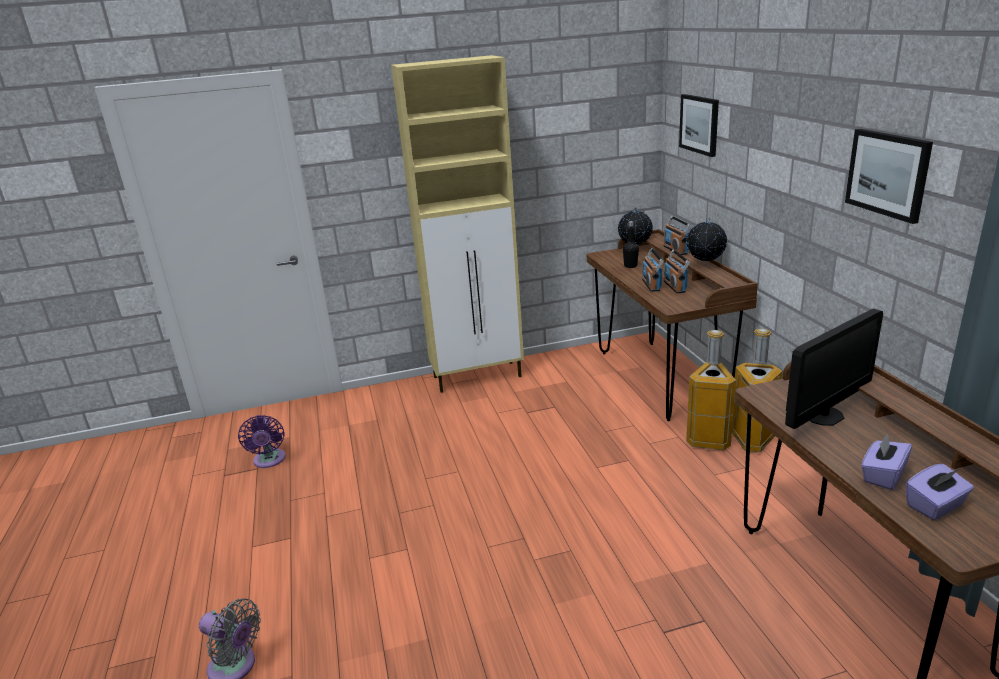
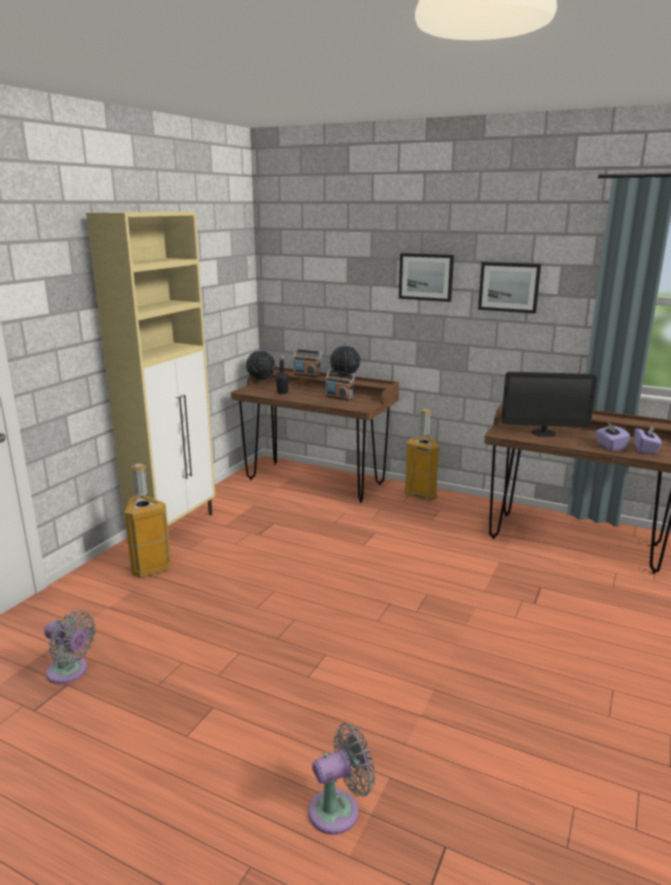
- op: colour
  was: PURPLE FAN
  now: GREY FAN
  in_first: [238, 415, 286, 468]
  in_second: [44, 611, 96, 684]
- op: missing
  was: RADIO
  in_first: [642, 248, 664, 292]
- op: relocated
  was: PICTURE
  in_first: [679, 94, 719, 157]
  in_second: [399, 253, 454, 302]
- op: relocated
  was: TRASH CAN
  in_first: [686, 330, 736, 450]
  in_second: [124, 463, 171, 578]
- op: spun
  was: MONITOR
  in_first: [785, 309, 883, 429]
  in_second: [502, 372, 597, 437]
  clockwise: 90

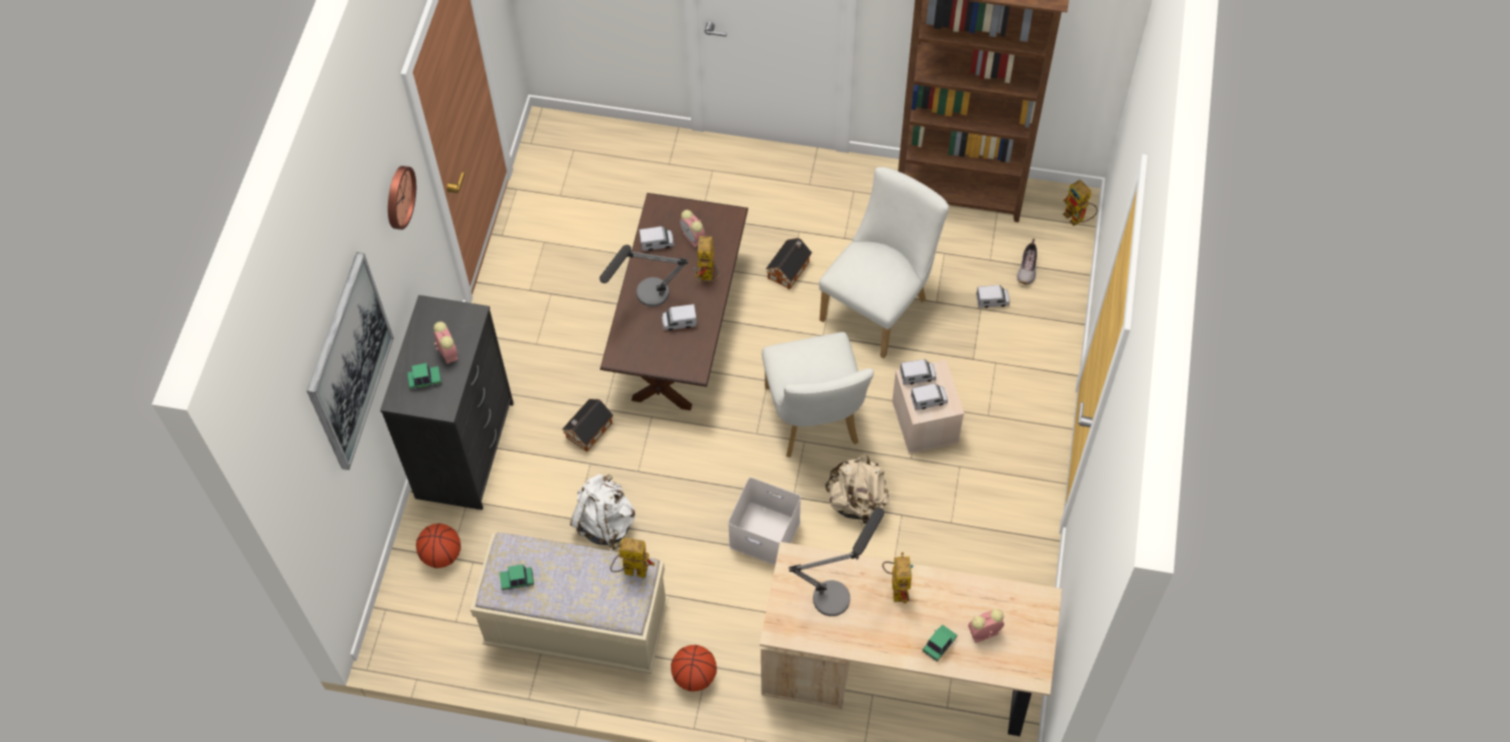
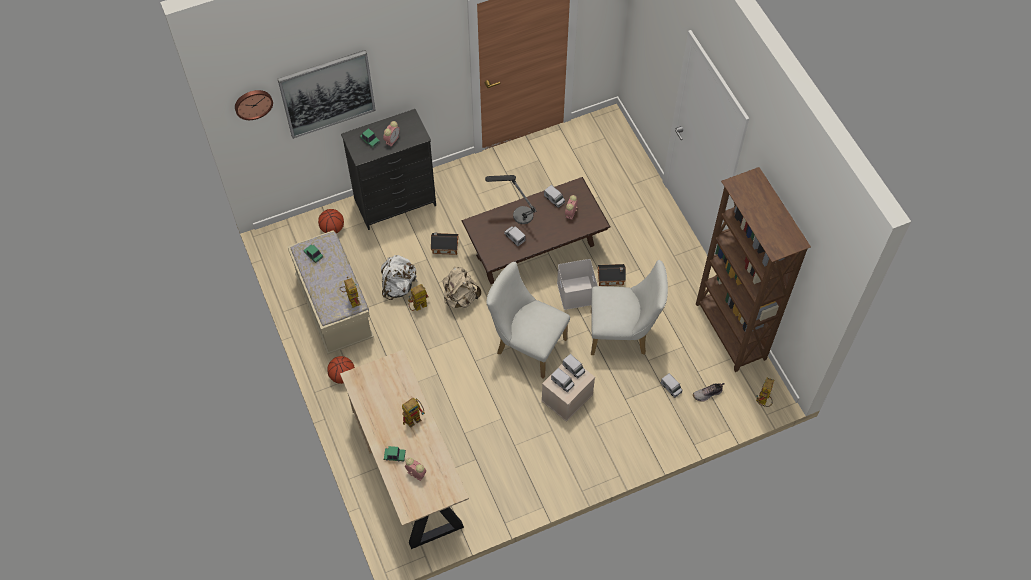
- op: relocated
  was: WALL CLOCK
  in_first: [388, 166, 416, 230]
  in_second: [235, 90, 273, 120]
- op: relocated
  was: TOY ROBOT
  in_first: [693, 236, 720, 282]
  in_second: [408, 284, 429, 311]
- op: relocated
  was: WHITE STORAGE BOX
  in_first: [728, 477, 801, 565]
  in_second: [557, 259, 598, 310]
- op: spun
  was: WHITE CHAIR
  in_first: [762, 332, 874, 458]
  in_second: [486, 262, 570, 379]
  clockwise: 75
- op: missing
  was: TABLE LAMP
  in_first: [789, 508, 884, 616]
- op: relocated
  was: BEIGE BACKPACK
  in_first: [825, 455, 889, 527]
  in_second: [443, 267, 481, 308]

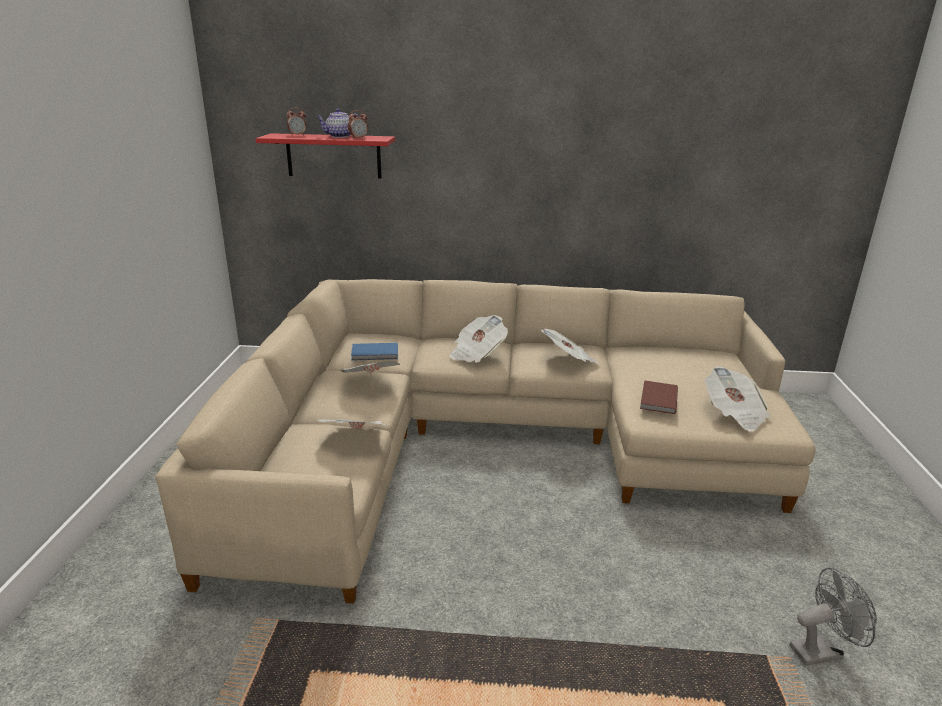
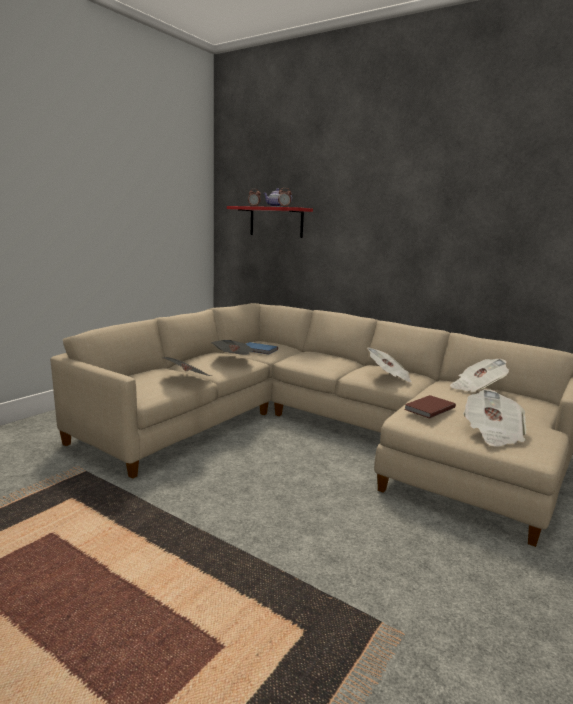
- op: relocated
  was: NEWSPAPER
  in_first: [449, 315, 508, 363]
  in_second: [450, 359, 509, 392]
- op: missing
  was: GREY FAN
  in_first: [789, 567, 877, 666]

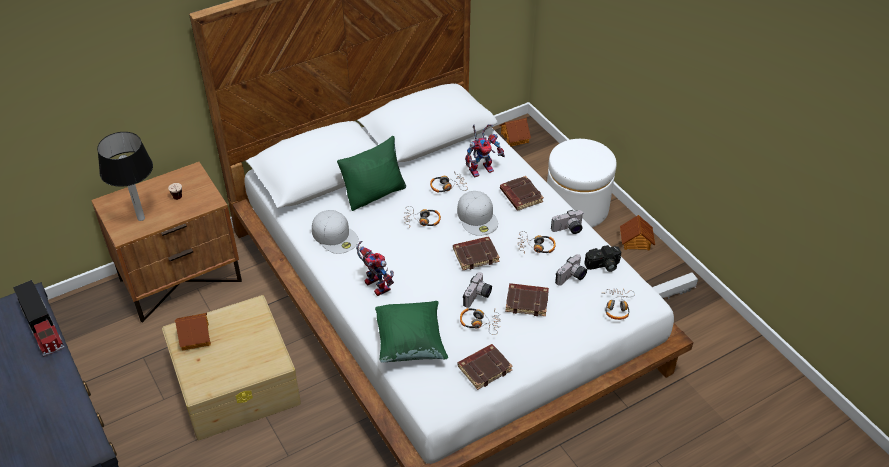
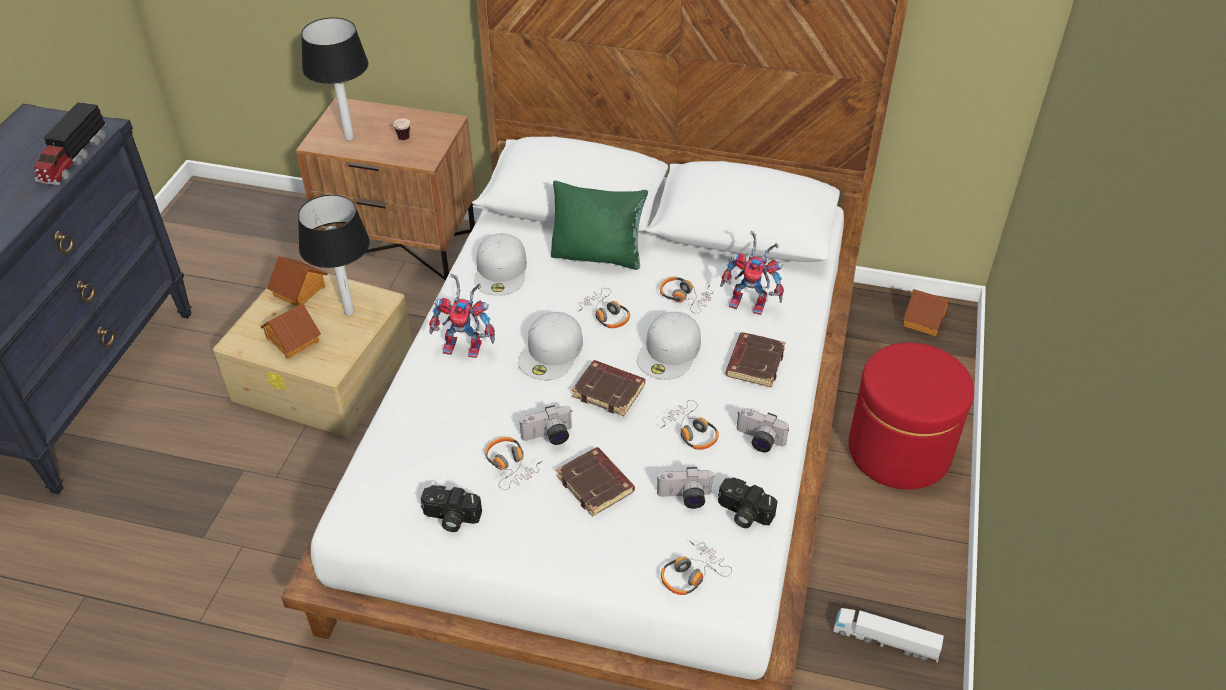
- op: spun
  was: TOY ROBOT
  in_first: [356, 241, 394, 296]
  in_second: [429, 274, 495, 358]
  clockwise: 90
- op: missing
  was: GREEN PILLOW
  in_first: [375, 301, 448, 363]
- op: exchanged
  was: BROWN BOOK
  now: PHOTO CAMERA
  in_first: [457, 344, 513, 390]
  in_second: [421, 485, 482, 532]
- op: colour
  was: WHITE OTTOMAN
  now: RED OTTOMAN
  in_first: [547, 139, 617, 228]
  in_second: [848, 342, 974, 490]
- op: relocated
  was: TOY HOUSE
  in_first: [620, 215, 655, 250]
  in_second: [261, 303, 321, 359]
- op: appeared
  now: TABLE LAMP
  in_second: [298, 195, 370, 315]
- op: appeared
  now: WHITE CAP
  in_second: [518, 312, 583, 380]

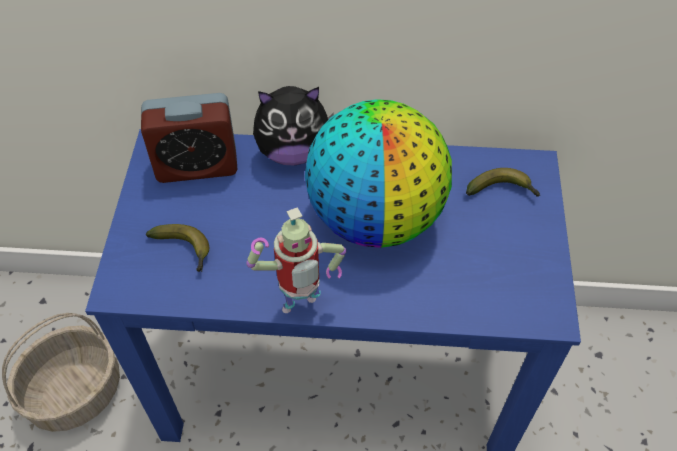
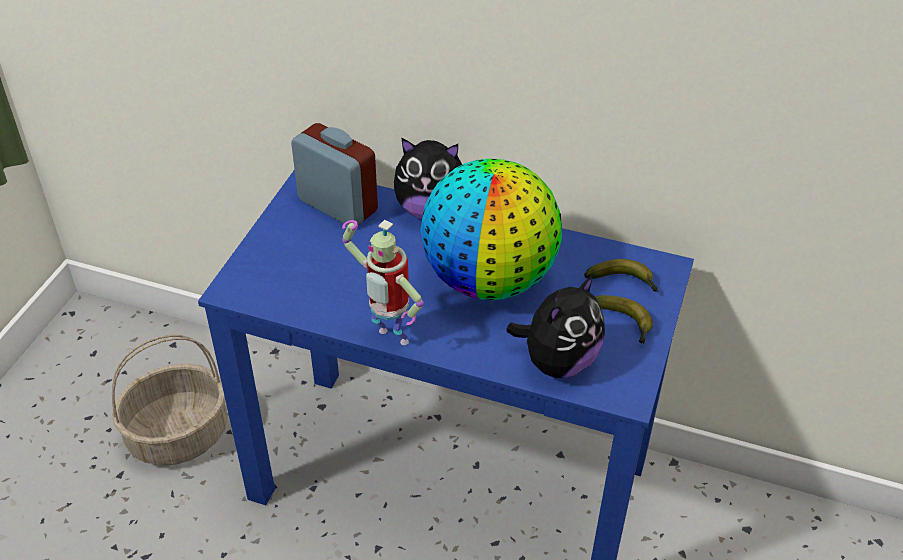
- op: spun
  was: ALARM CLOCK
  in_first: [141, 93, 238, 183]
  in_second: [291, 123, 378, 226]
  clockwise: -150
- op: relocated
  was: BANANA
  in_first: [146, 224, 209, 272]
  in_second: [595, 295, 653, 344]
- op: spun
  was: TOY ROBOT
  in_first: [246, 207, 346, 313]
  in_second: [342, 220, 424, 345]
  clockwise: 45
- op: appeared
  now: PLUSH TOY
  in_second: [506, 274, 605, 378]

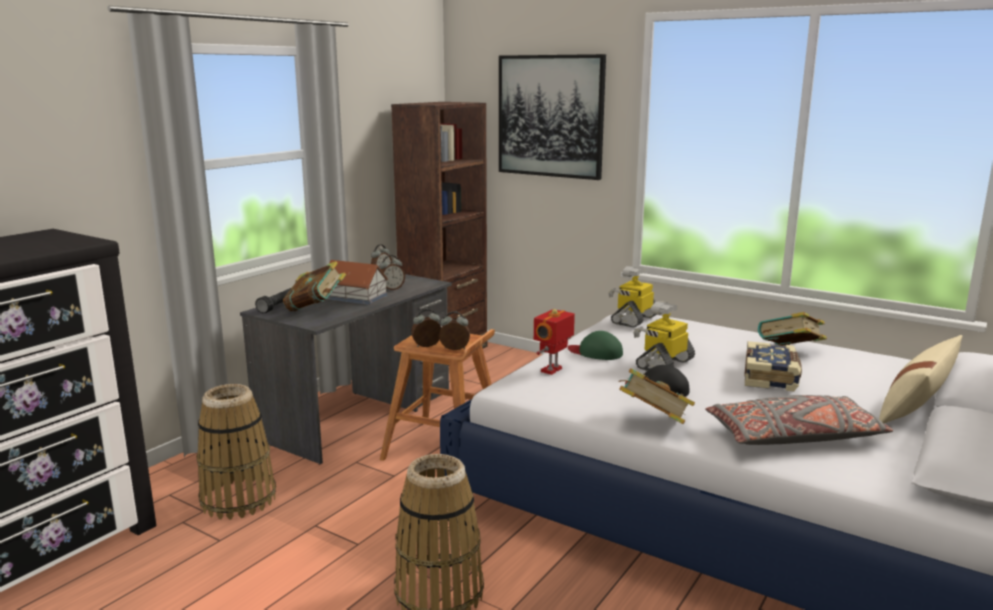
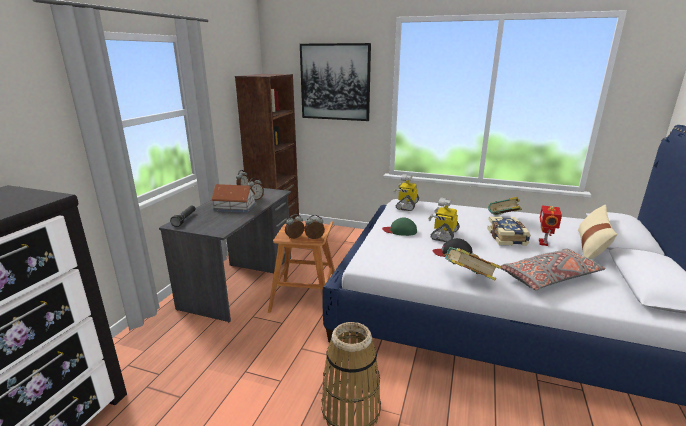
- op: missing
  was: BASKET
  in_first: [196, 384, 276, 520]
- op: missing
  was: BOOK
  in_first: [283, 261, 346, 311]
- op: relocated
  was: TOY ROBOT
  in_first: [534, 309, 575, 375]
  in_second: [539, 206, 562, 246]

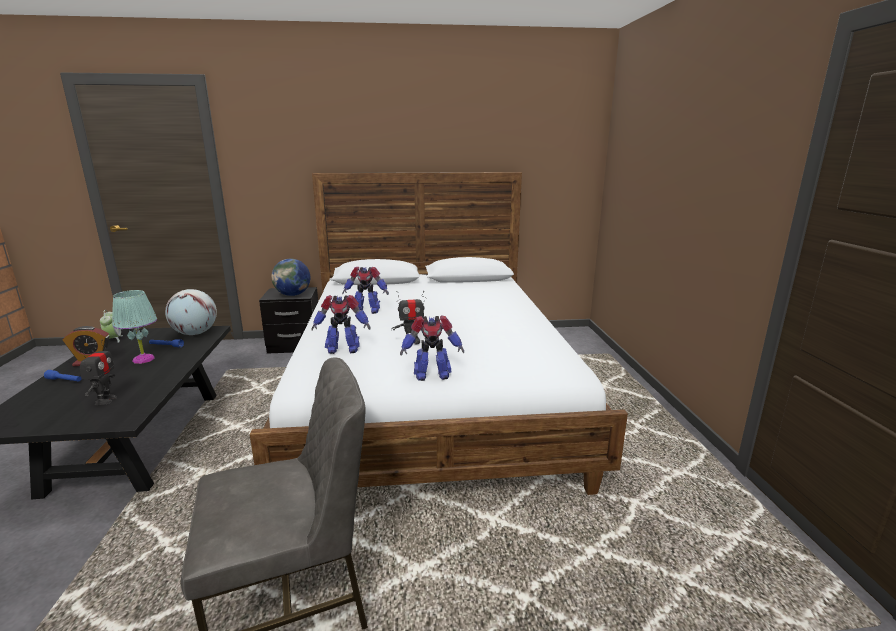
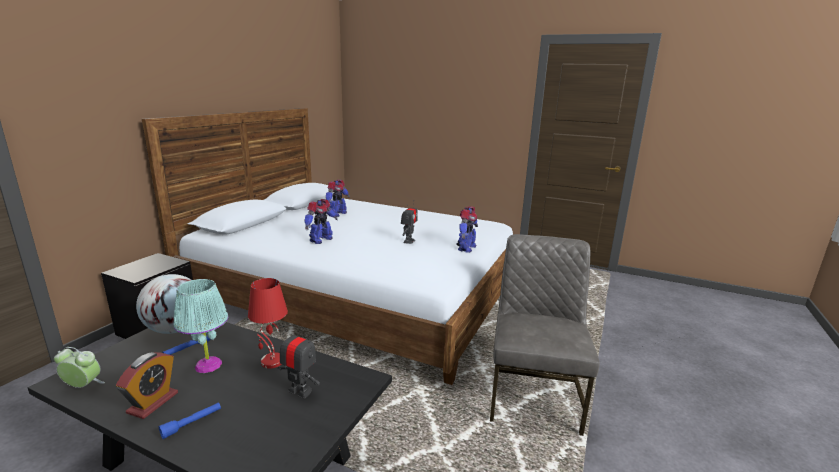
- op: missing
  was: GLOBE
  in_first: [271, 259, 311, 296]
- op: relocated
  was: TOY ROBOT
  in_first: [311, 295, 371, 354]
  in_second: [326, 180, 350, 217]
- op: appeared
  now: RED TABLE LAMP
  in_second: [248, 278, 288, 369]

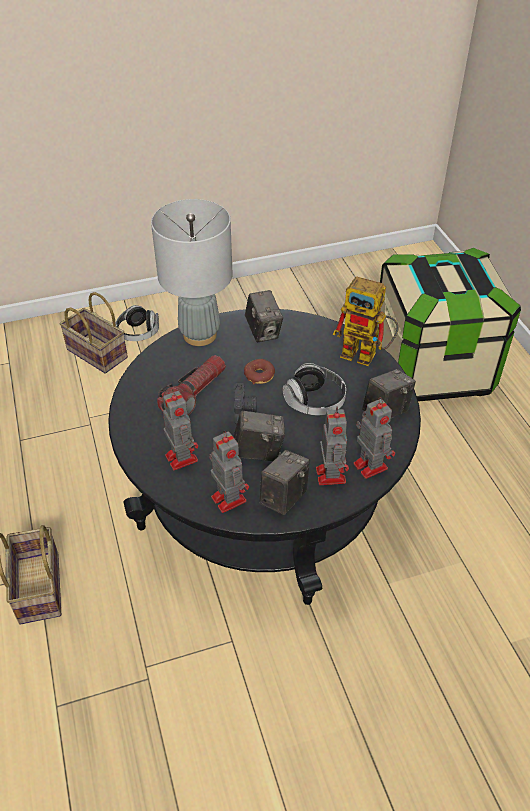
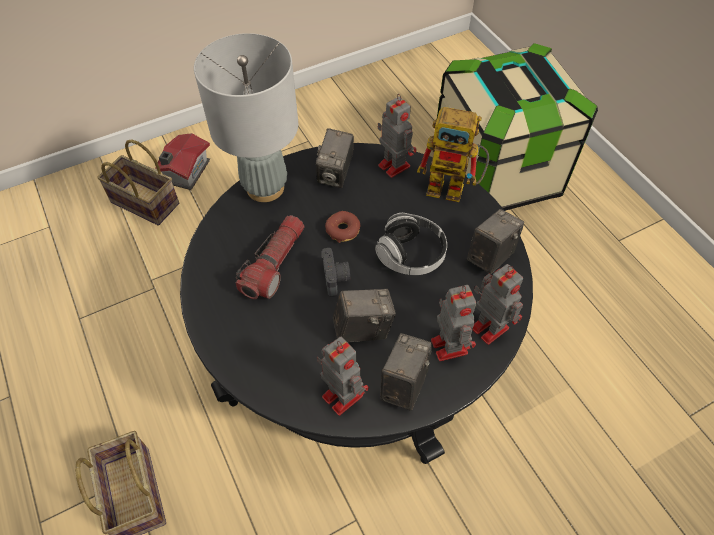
- op: exchanged
  was: HEADPHONES
  now: TOY HOUSE
  in_first: [116, 305, 159, 341]
  in_second: [155, 133, 210, 190]
- op: relocated
  was: TOY ROBOT
  in_first: [163, 389, 198, 470]
  in_second: [378, 94, 417, 178]
- op: spun
  was: PHOTO CAMERA
  in_first: [245, 290, 283, 342]
  in_second: [316, 128, 354, 188]
  clockwise: 45

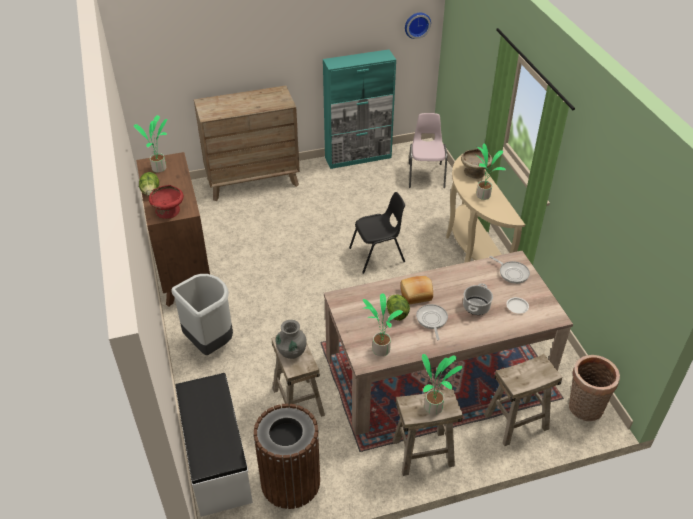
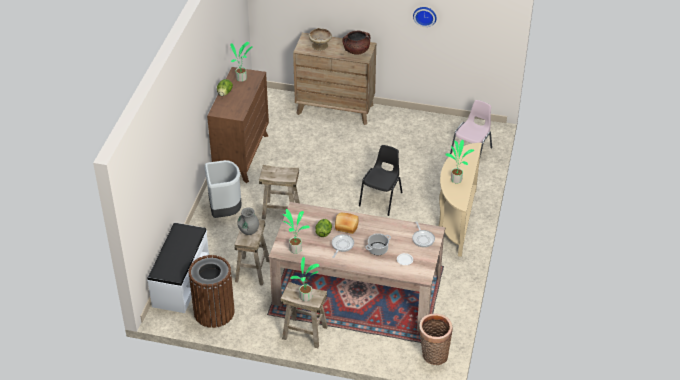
- op: missing
  was: RED BOWL
  in_first: [149, 185, 184, 219]
- op: missing
  was: TURQUOISE CABINET
  in_first: [323, 49, 396, 169]
- op: spun
  was: BLACK CHAIR
  in_first: [349, 192, 405, 274]
  in_second: [359, 145, 403, 216]
  clockwise: -75
- op: relocated
  was: WALL CLOCK
  in_first: [405, 13, 431, 39]
  in_second: [413, 7, 437, 27]
- op: relocated
  was: BEIGE BOWL
  in_first: [461, 149, 492, 179]
  in_second: [309, 28, 332, 50]
- op: relocated
  was: BEIGE STOOL
  in_first: [484, 354, 562, 446]
  in_second: [259, 165, 300, 219]
- op: appeared
  now: BROWN COOKING POT
  in_second: [342, 31, 370, 55]

